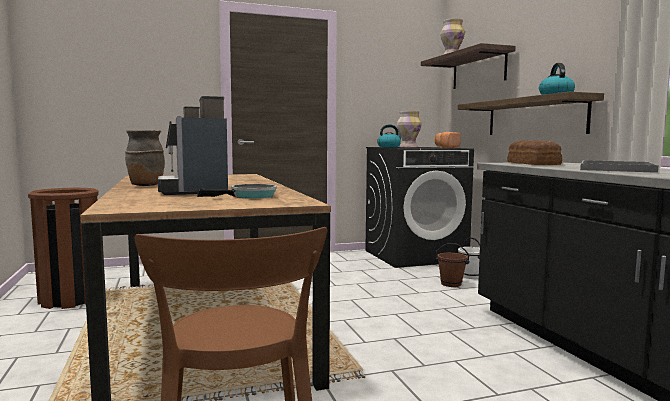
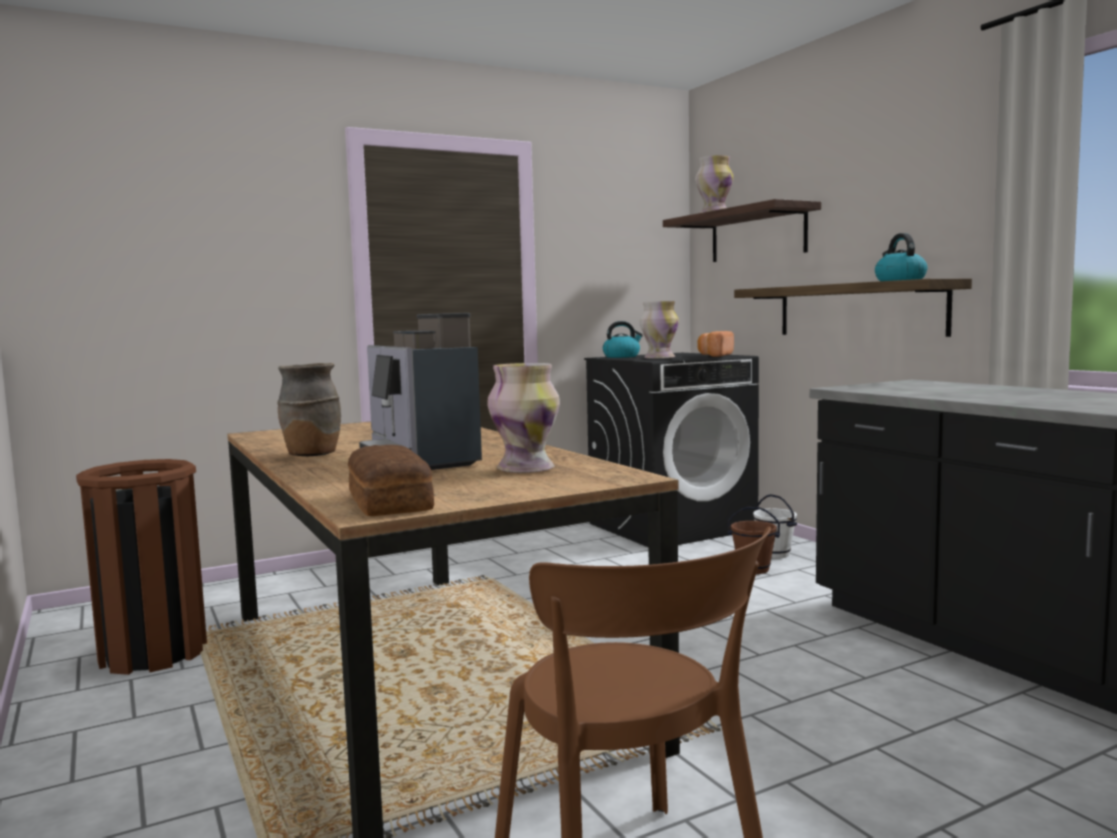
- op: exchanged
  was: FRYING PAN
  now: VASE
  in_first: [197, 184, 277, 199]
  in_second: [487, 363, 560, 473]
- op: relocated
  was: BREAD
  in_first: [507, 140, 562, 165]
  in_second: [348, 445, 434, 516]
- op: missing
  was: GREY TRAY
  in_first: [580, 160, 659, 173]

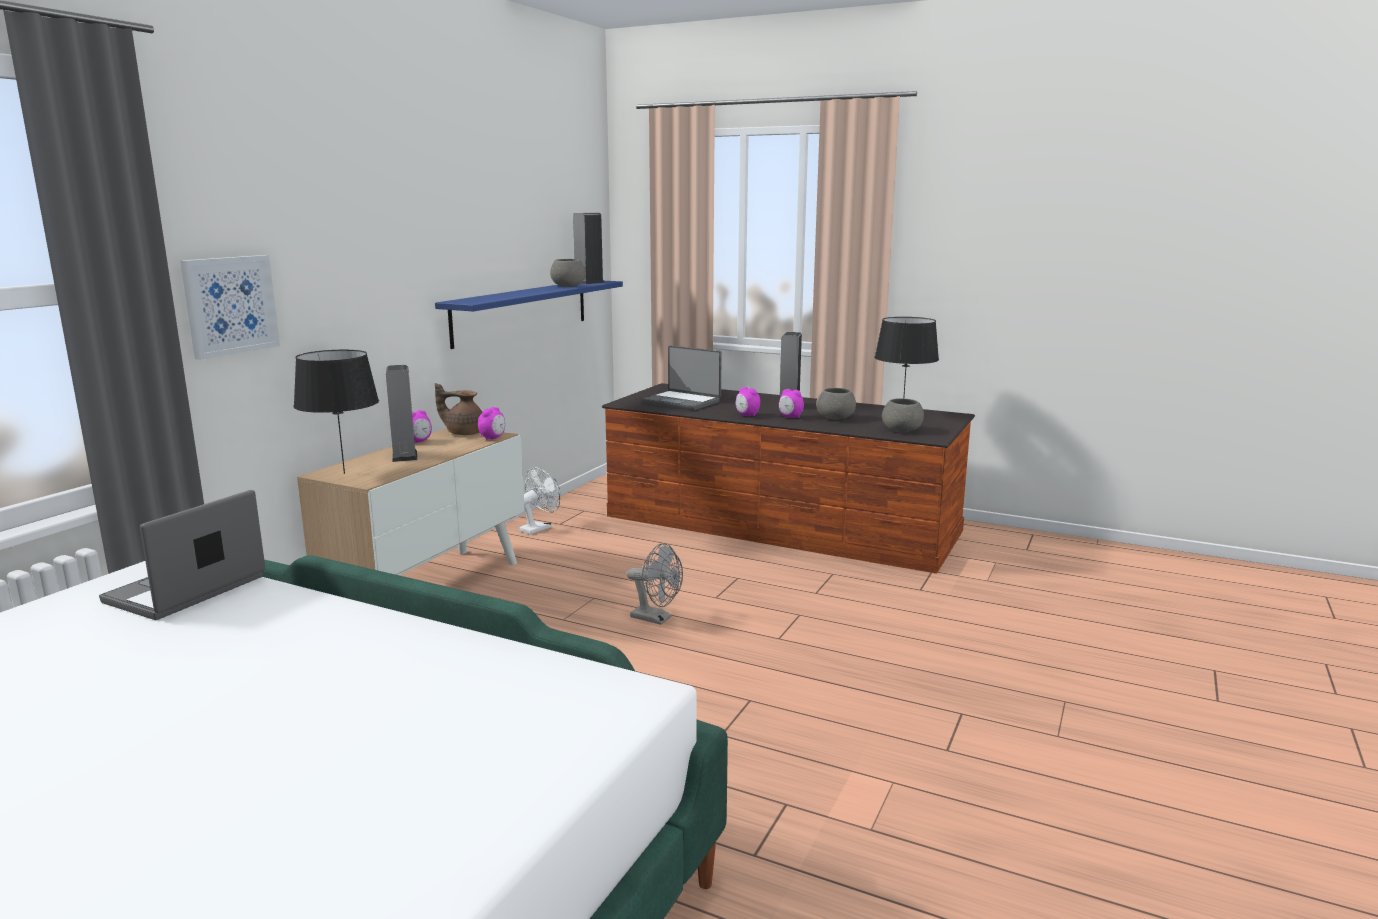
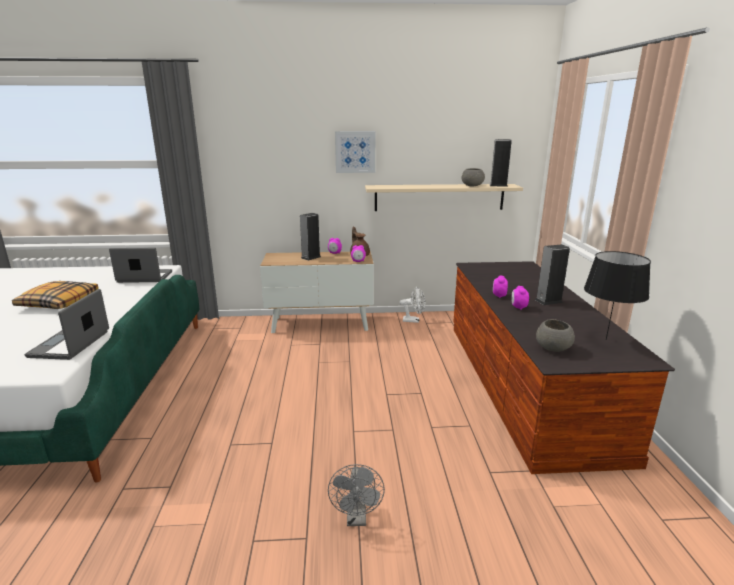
- op: relocated
  was: PICTURE
  in_first: [180, 255, 280, 360]
  in_second: [335, 131, 375, 173]
- op: missing
  was: BLACK TABLE LAMP
  in_first: [293, 350, 379, 474]
- op: colour
  was: BLUE SHELF
  now: BEIGE SHELF
  in_first: [435, 281, 623, 349]
  in_second: [365, 184, 523, 211]
- op: relocated
  was: GREY FAN
  in_first: [627, 543, 683, 625]
  in_second: [328, 464, 385, 526]
- op: relocated
  was: LAPTOP
  in_first: [641, 345, 722, 410]
  in_second: [25, 289, 109, 360]
- op: missing
  was: GREY BOWL
  in_first: [816, 388, 856, 420]
- op: appeared
  now: PILLOW
  in_second: [12, 281, 99, 309]

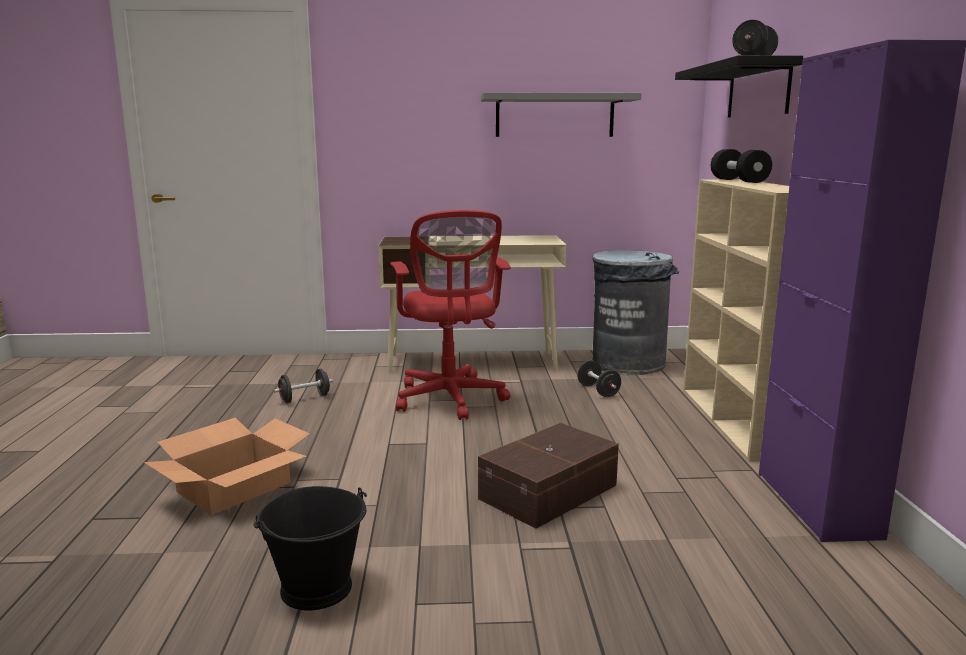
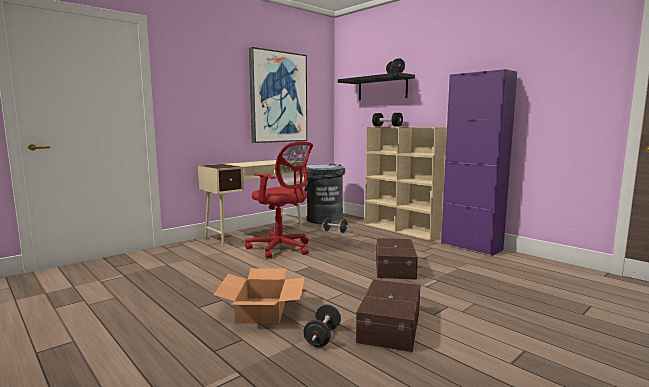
- op: exchanged
  was: BLACK BUCKET
  now: BROWN STORAGE BOX
  in_first: [254, 486, 367, 610]
  in_second: [356, 280, 420, 352]
- op: relocated
  was: BLACK DUMBBELL
  in_first: [274, 369, 333, 403]
  in_second: [304, 304, 341, 347]
- op: exchanged
  was: GREY SHELF
  now: PICTURE
  in_first: [481, 92, 642, 137]
  in_second: [249, 47, 307, 143]

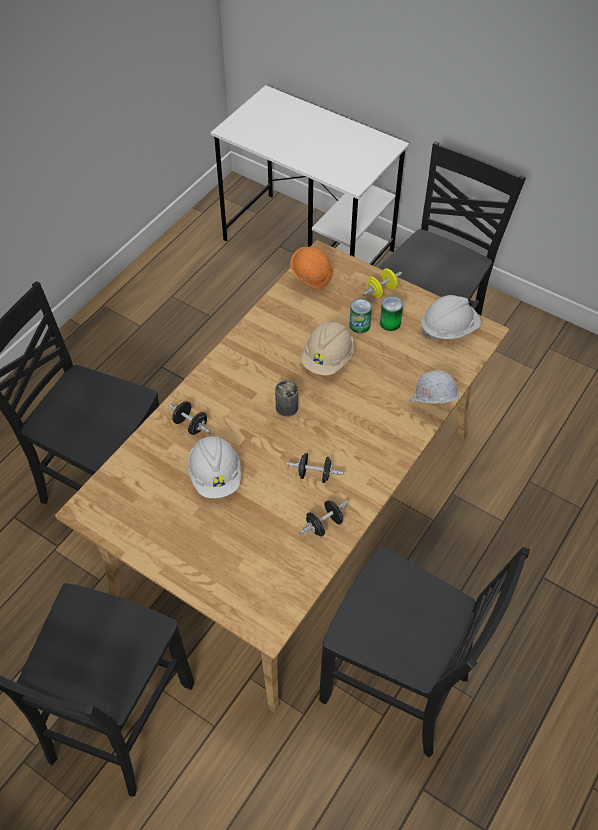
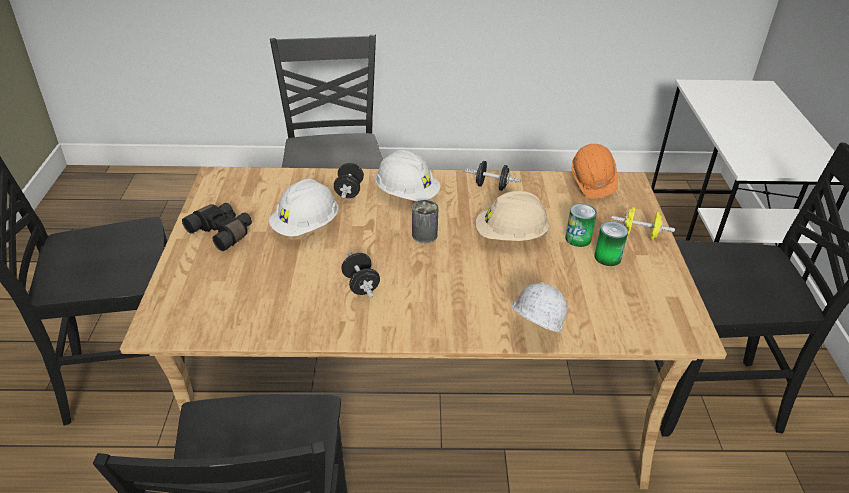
- op: relocated
  was: BLACK DUMBBELL
  in_first: [299, 500, 349, 537]
  in_second: [465, 161, 521, 191]
- op: relocated
  was: WHITE HARD HAT
  in_first: [421, 295, 481, 339]
  in_second: [375, 150, 441, 201]
- op: appeared
  now: BLACK BINOCULARS
  in_second: [182, 203, 252, 251]

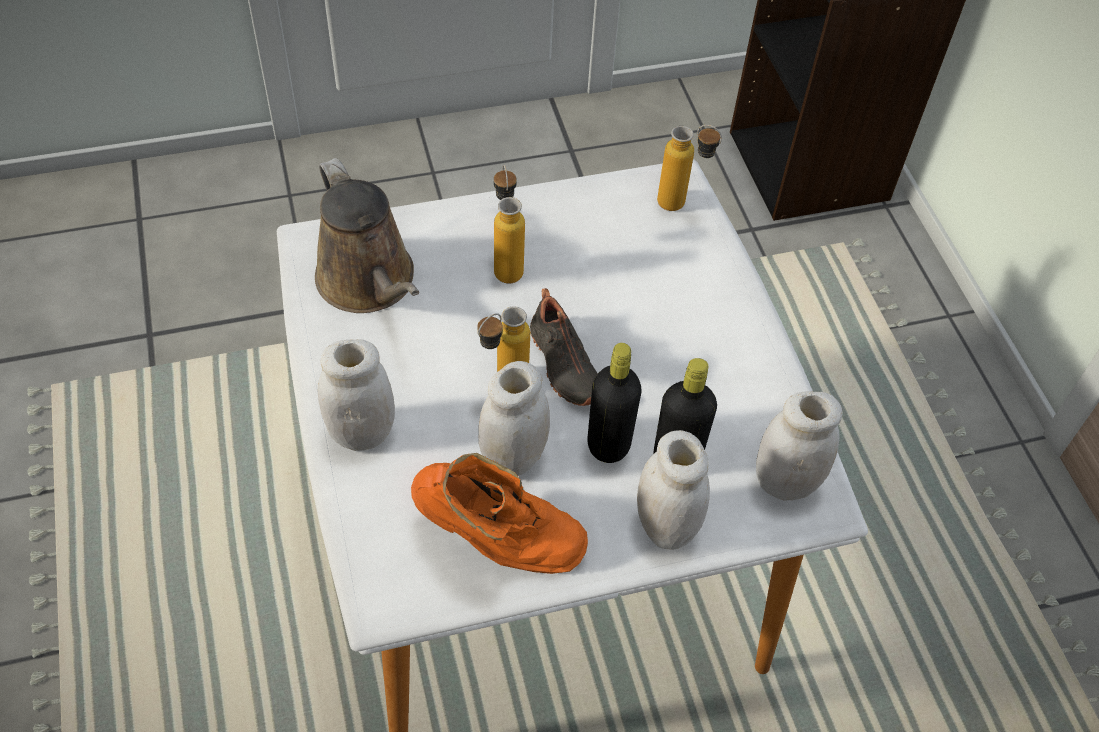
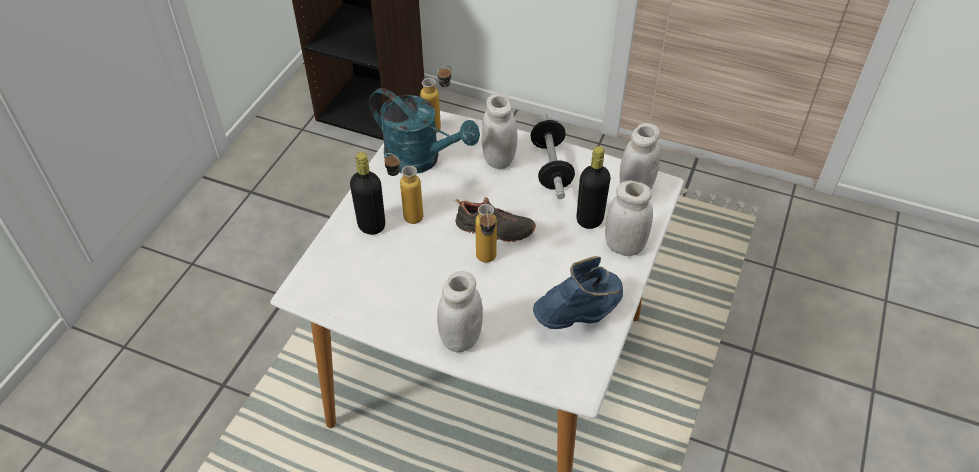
- op: missing
  was: BROWN WATERING CAN
  in_first: [315, 158, 419, 313]
- op: colour
  was: ORANGE BOOT
  now: BLUE BOOT
  in_first: [411, 453, 588, 574]
  in_second: [533, 256, 623, 329]
- op: relocated
  was: WHITE JAR
  in_first: [479, 361, 550, 476]
  in_second: [482, 93, 518, 169]
- op: relocated
  was: BLACK BOTTLE
  in_first: [588, 343, 642, 463]
  in_second: [350, 152, 385, 235]
- op: appeared
  now: TURQUOISE WATERING CAN
  in_second: [369, 88, 480, 174]
- op: appeared
  now: DUMBBELL
  in_second: [530, 113, 575, 199]

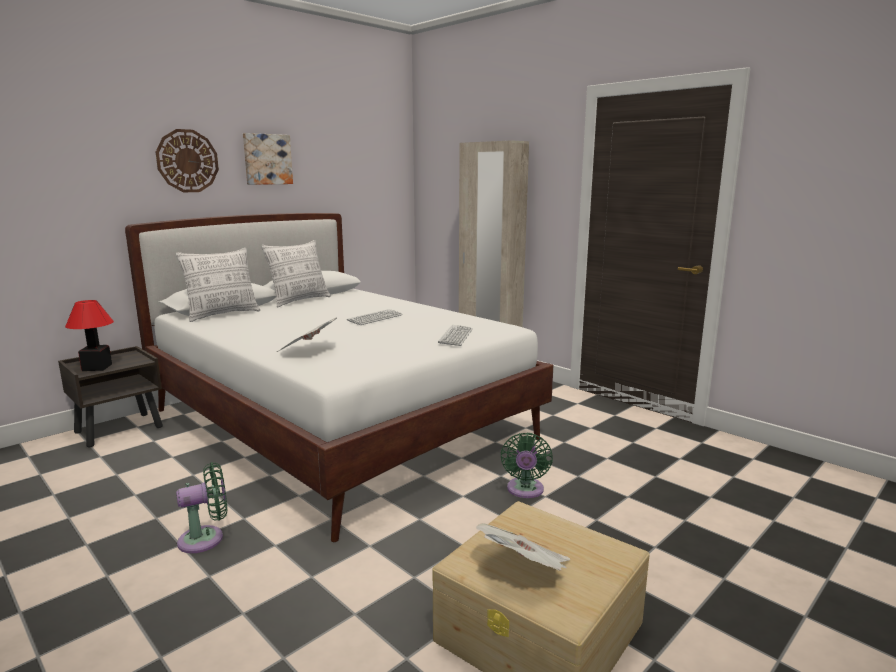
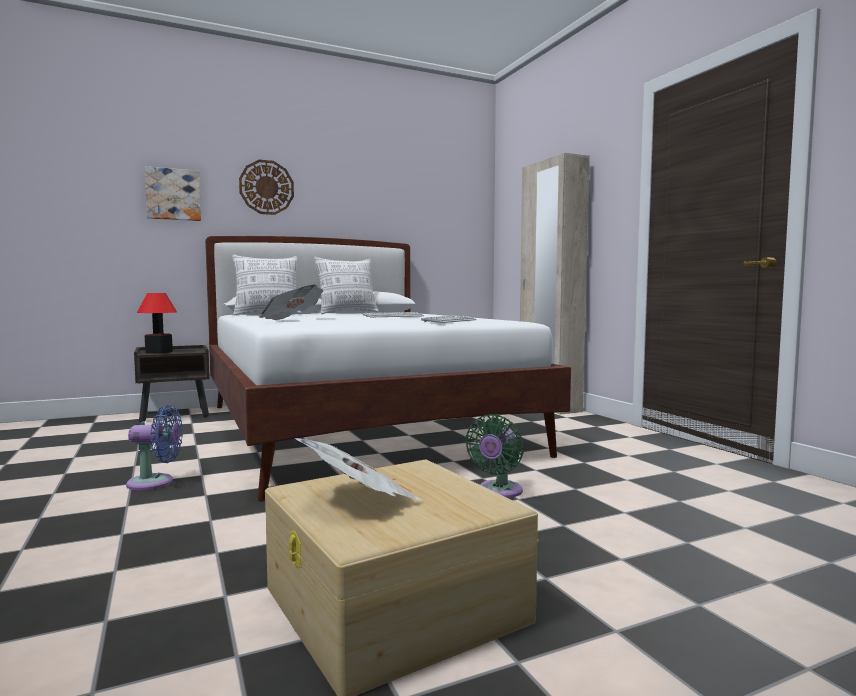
- op: colour
  was: GREEN FAN
  now: BLUE FAN
  in_first: [176, 462, 227, 553]
  in_second: [126, 405, 183, 490]
- op: relocated
  was: PICTURE
  in_first: [243, 133, 293, 185]
  in_second: [145, 166, 201, 221]

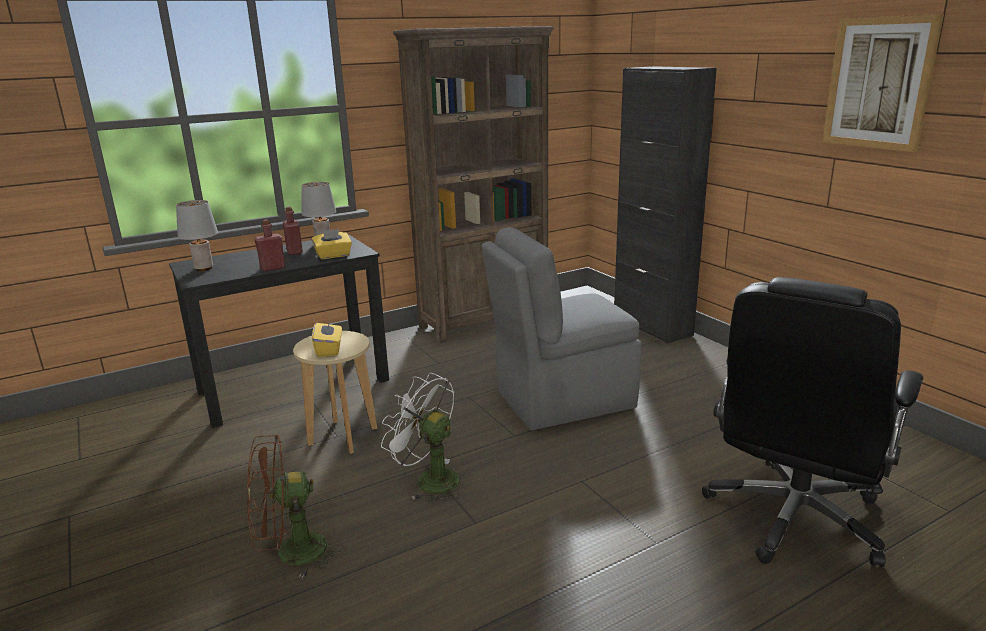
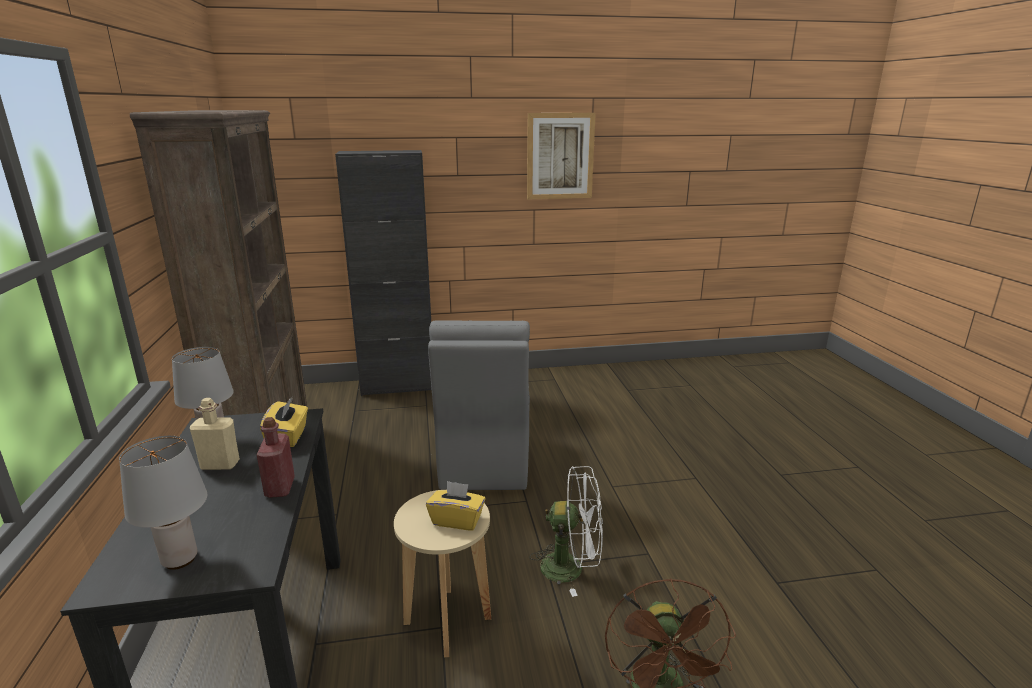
- op: colour
  was: RED BOTTLE
  now: BEIGE BOTTLE
  in_first: [283, 207, 303, 255]
  in_second: [190, 398, 240, 470]
- op: spun
  was: WHITE FAN
  in_first: [381, 373, 461, 503]
  in_second: [529, 466, 603, 597]
  clockwise: -135
- op: missing
  was: BLACK OFFICE CHAIR
  in_first: [702, 277, 923, 567]

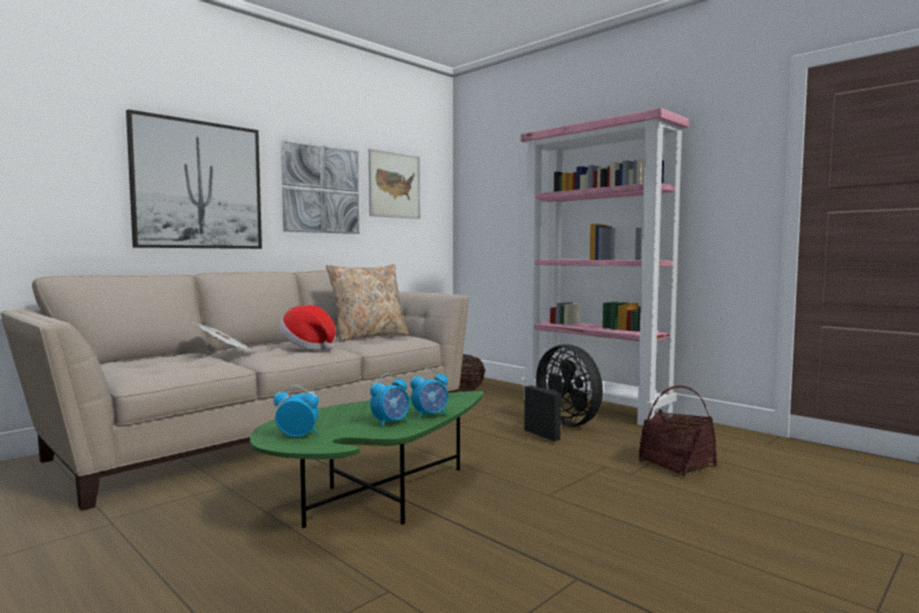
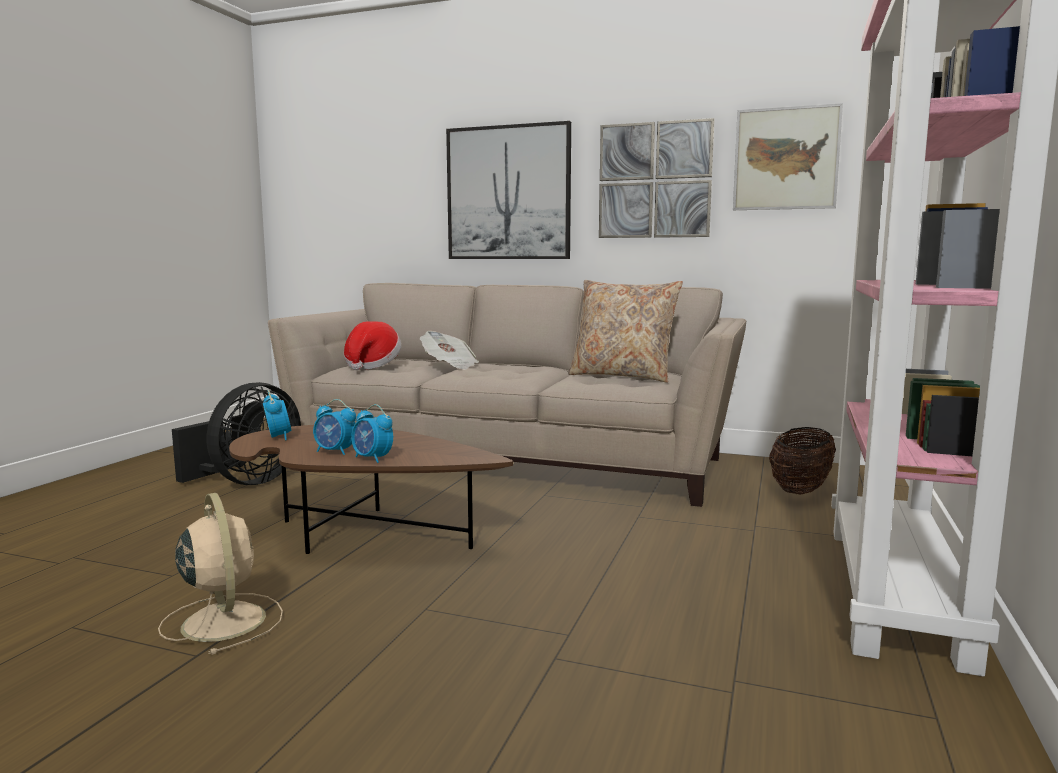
- op: colour
  was: GREEN COFFEE TABLE
  now: BROWN COFFEE TABLE
  in_first: [250, 391, 483, 528]
  in_second: [229, 425, 513, 554]
- op: relocated
  was: HAT
  in_first: [279, 305, 335, 350]
  in_second: [344, 321, 402, 370]
- op: relocated
  was: BLACK FAN
  in_first: [524, 344, 603, 441]
  in_second: [172, 382, 301, 485]
- op: missing
  was: BASKET
  in_first: [639, 386, 717, 476]
- op: appeared
  now: BEIGE FAN
  in_second: [158, 493, 283, 655]

